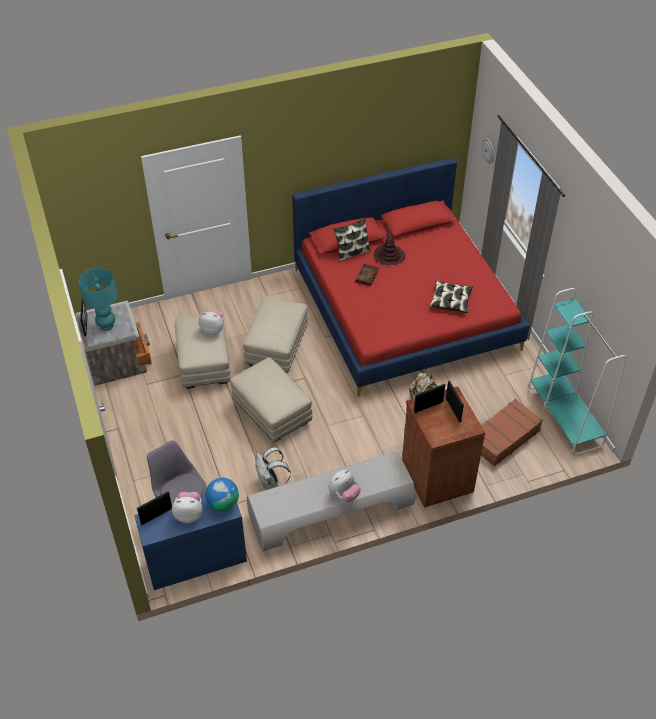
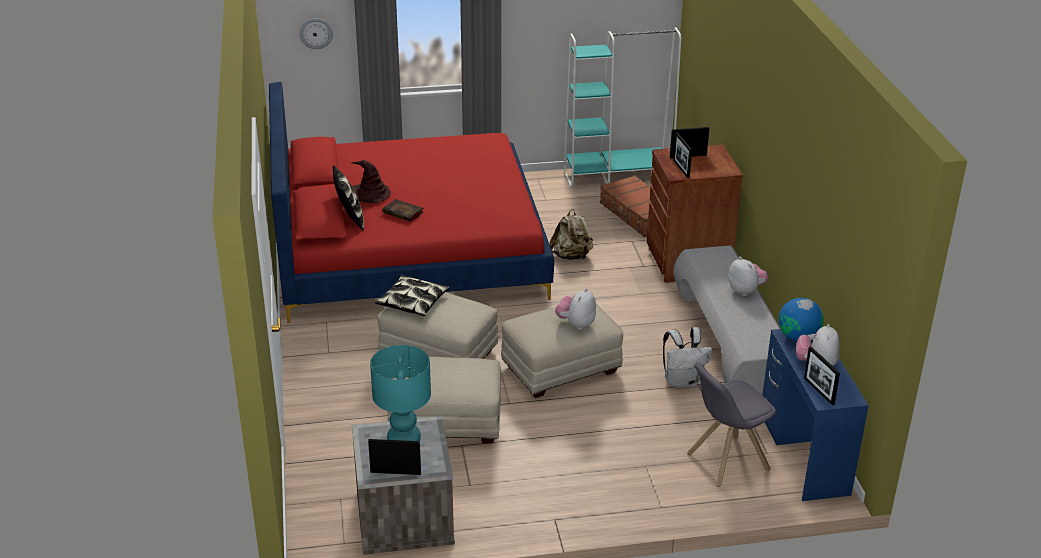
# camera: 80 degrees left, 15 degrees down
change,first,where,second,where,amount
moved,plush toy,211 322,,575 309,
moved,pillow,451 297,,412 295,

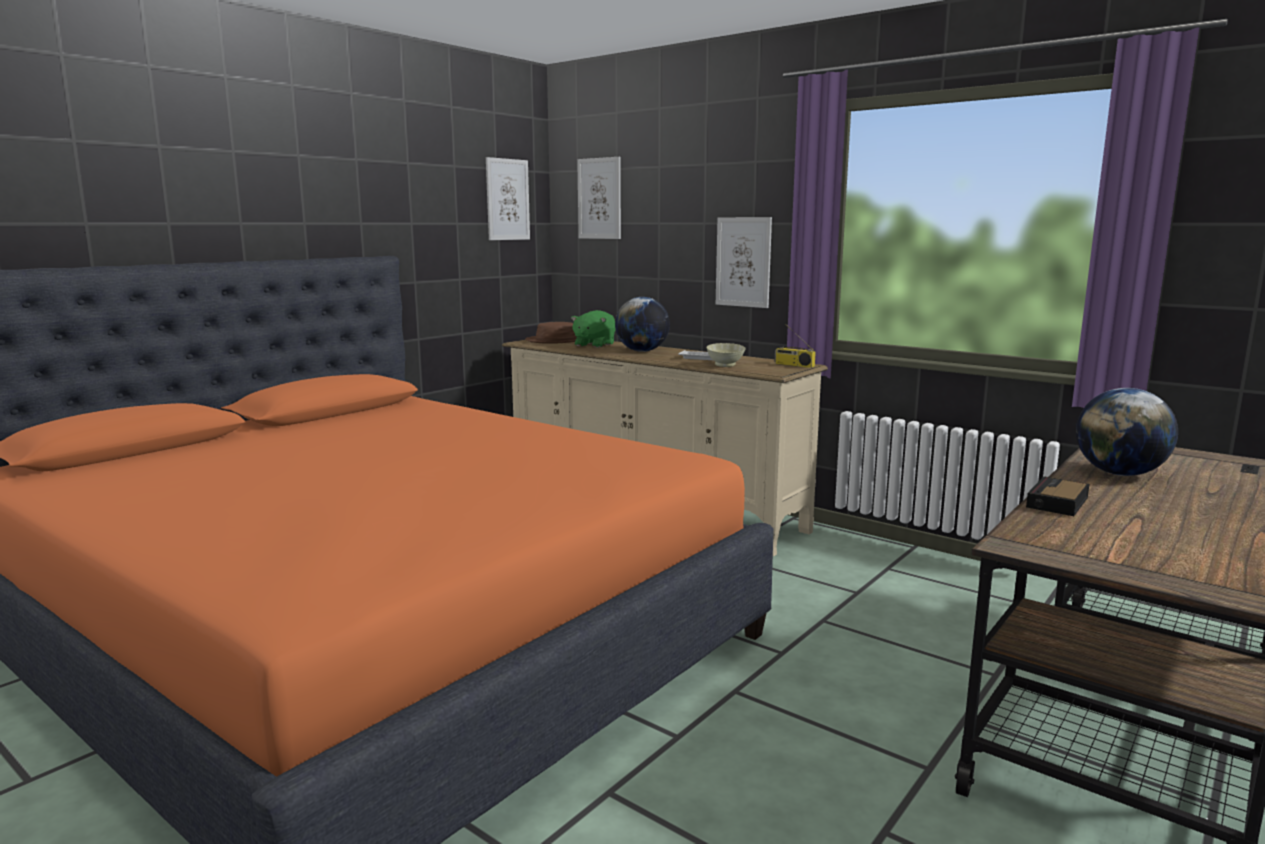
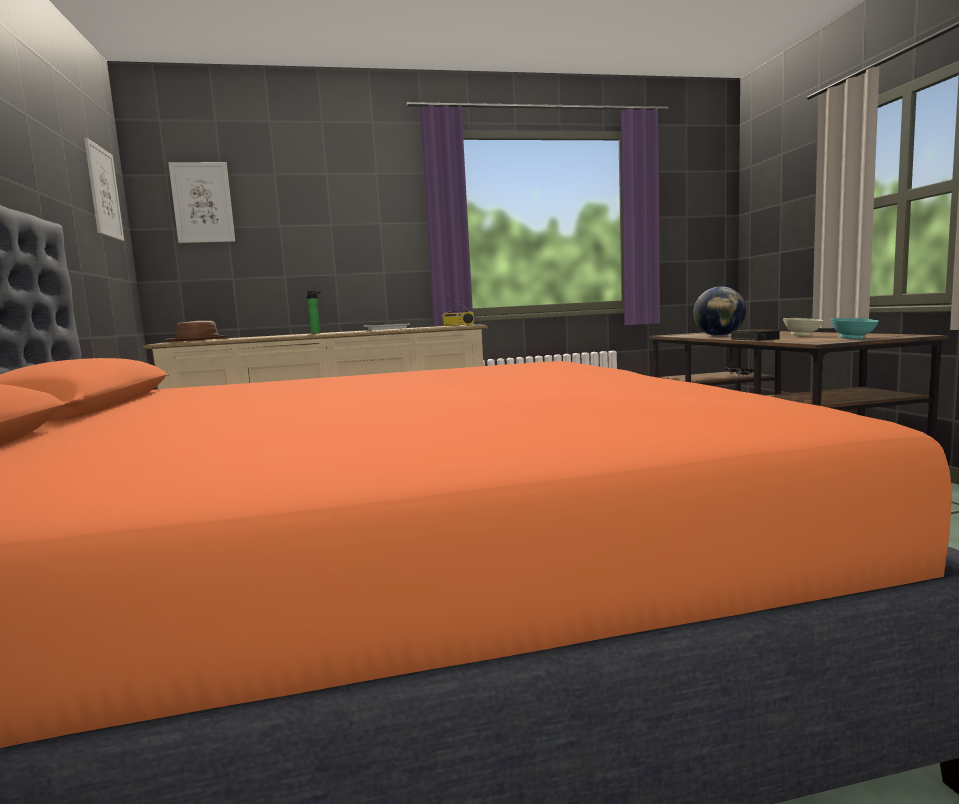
# camera: 50 degrees left, 5 degrees down
change,first,where,second,where,amount
removed,plush toy (green),593 329,,,
replaced,globe,642 324,bottle,313 312,
moved,bowl (beige),726 355,,803 327,
removed,picture,744 262,,,
added,,,bowl (turquoise),855 328,

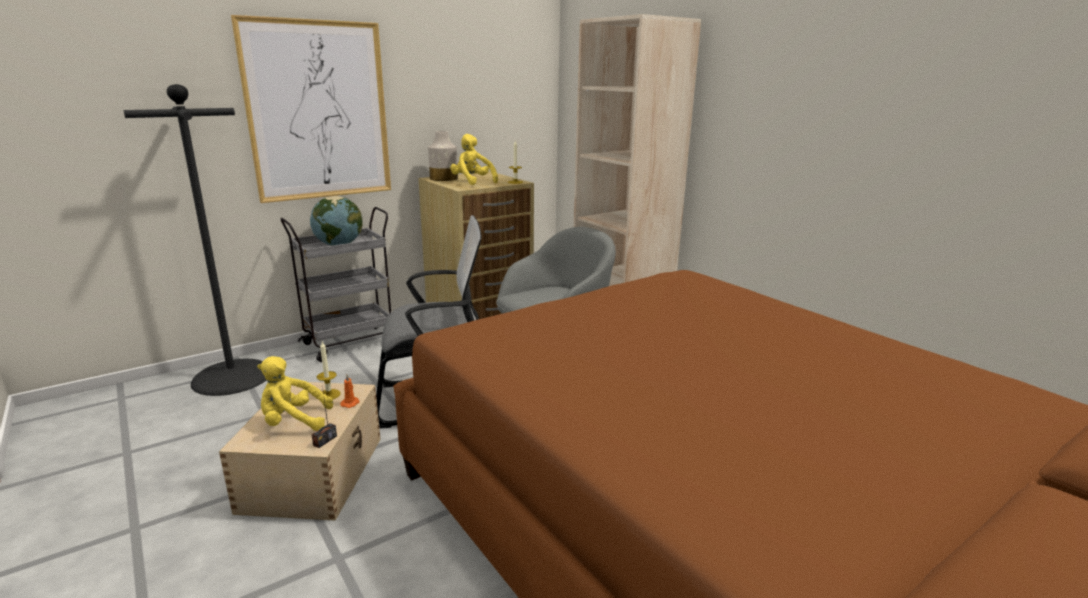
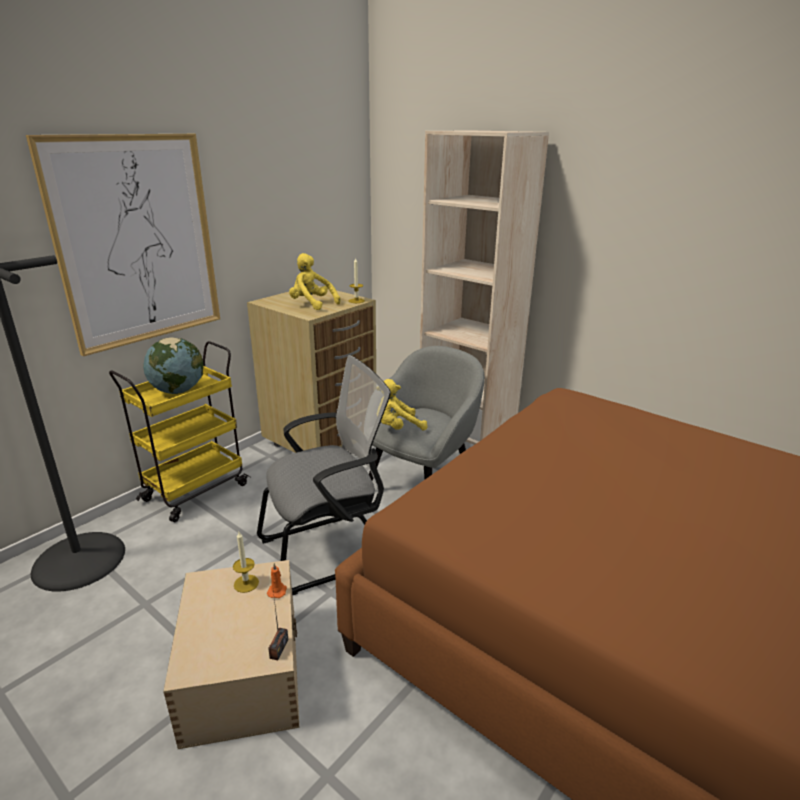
# camera: 15 degrees left, 5 degrees up
change,first,where,second,where,amount
moved,plush toy (yellow),295 393,,404 405,
recoloured,cart (grey),336 284,cart (yellow),179 431,
removed,vase (beige),443 156,,,

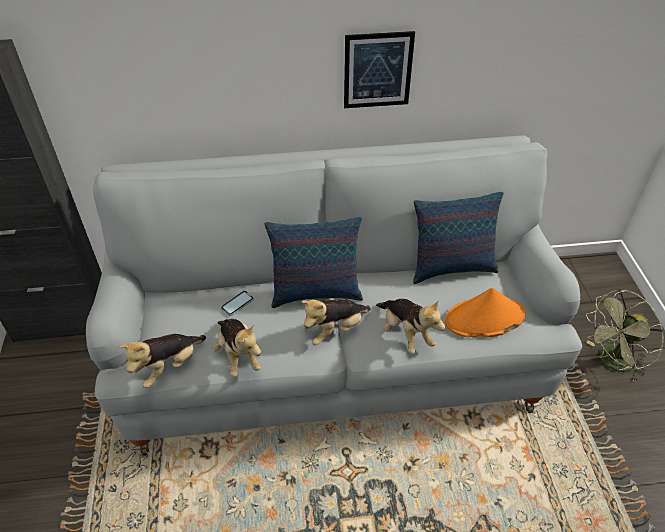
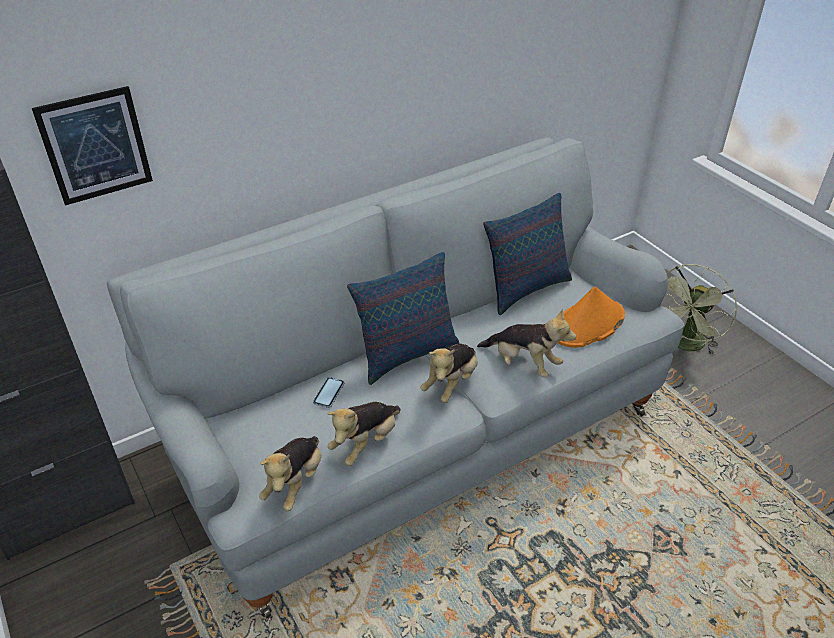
# camera: 25 degrees left, 5 degrees down
change,first,where,second,where,amount
turned,plush toy,237 348,,364 434,90 degrees clockwise
moved,picture,379 69,,92 145,

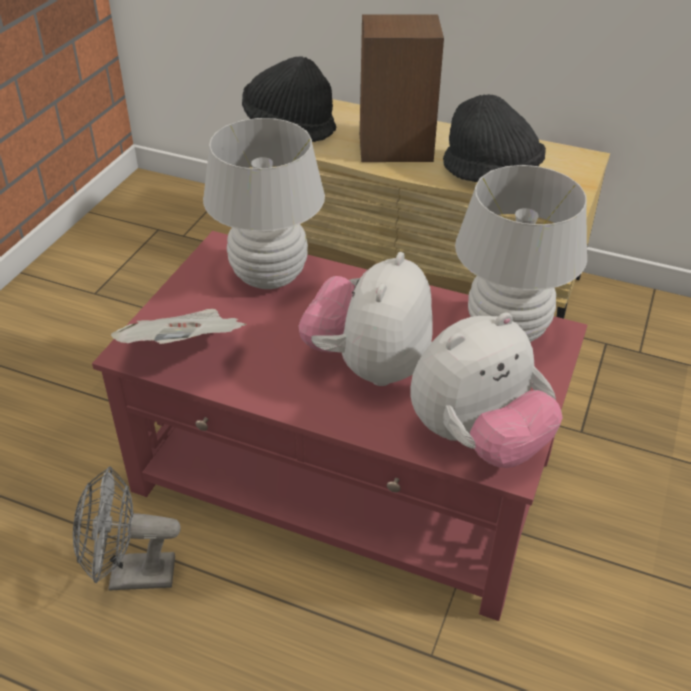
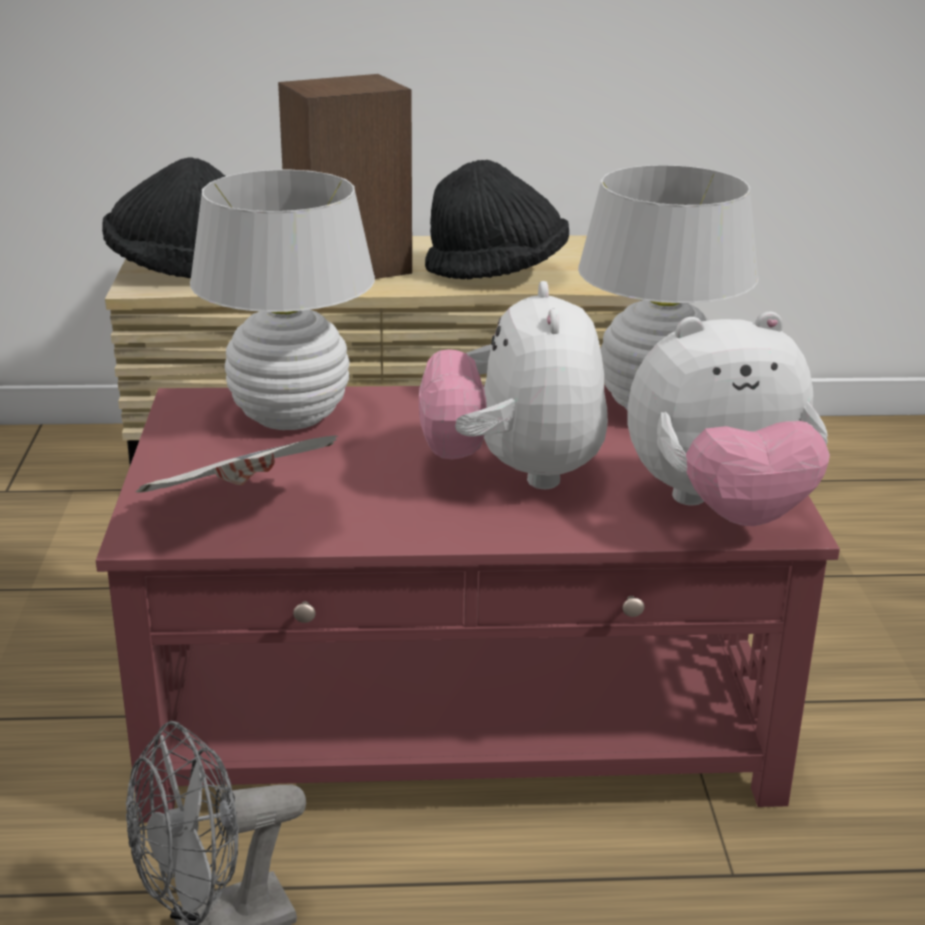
# camera: 25 degrees left, 15 degrees down
change,first,where,second,where,amount
turned,plush toy,486 390,,728 418,45 degrees clockwise

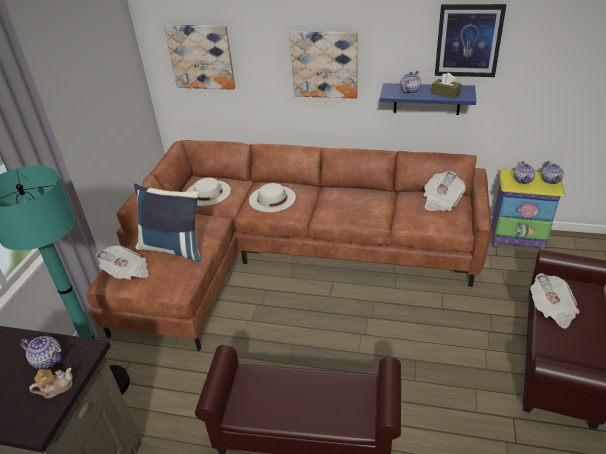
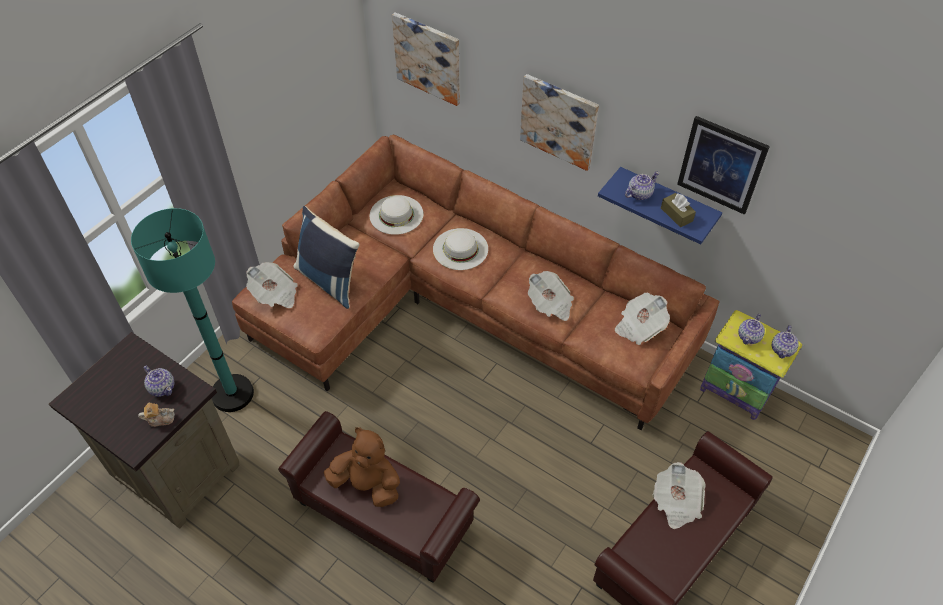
# camera: 20 degrees right, 15 degrees up
change,first,where,second,where,amount
added,,,plush toy (brown),361 467,
added,,,newspaper,551 296,

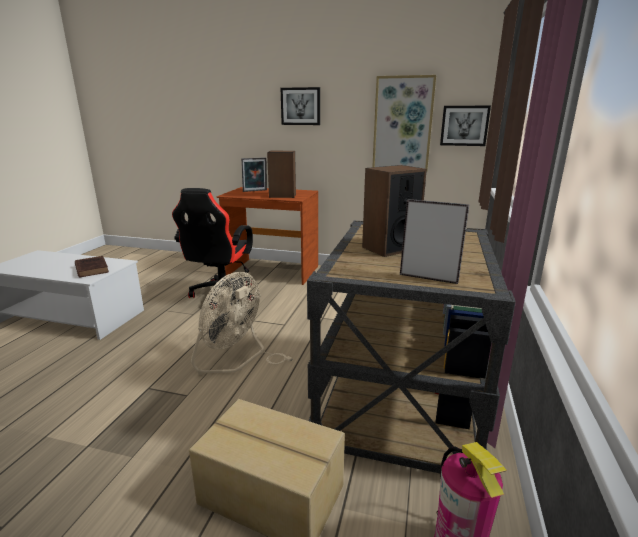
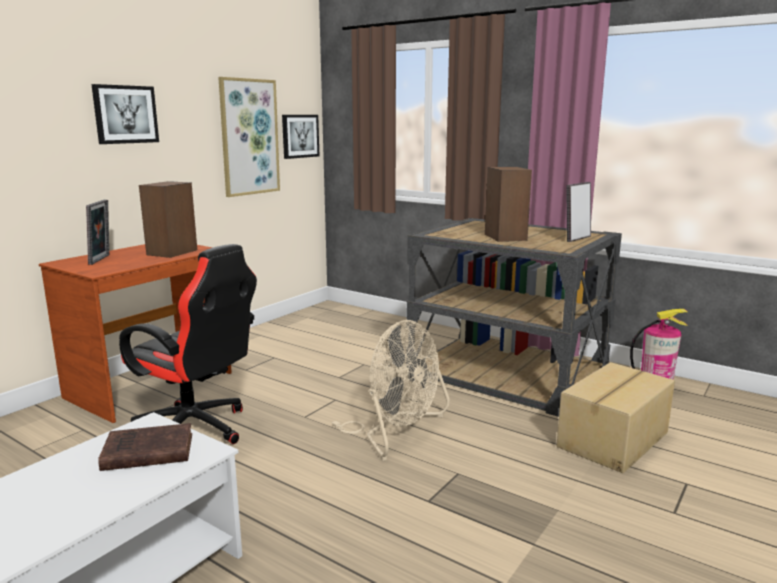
# camera: 70 degrees left, 5 degrees down
change,first,where,second,where,amount
turned,fan (beige),242 323,,391 390,105 degrees counterclockwise

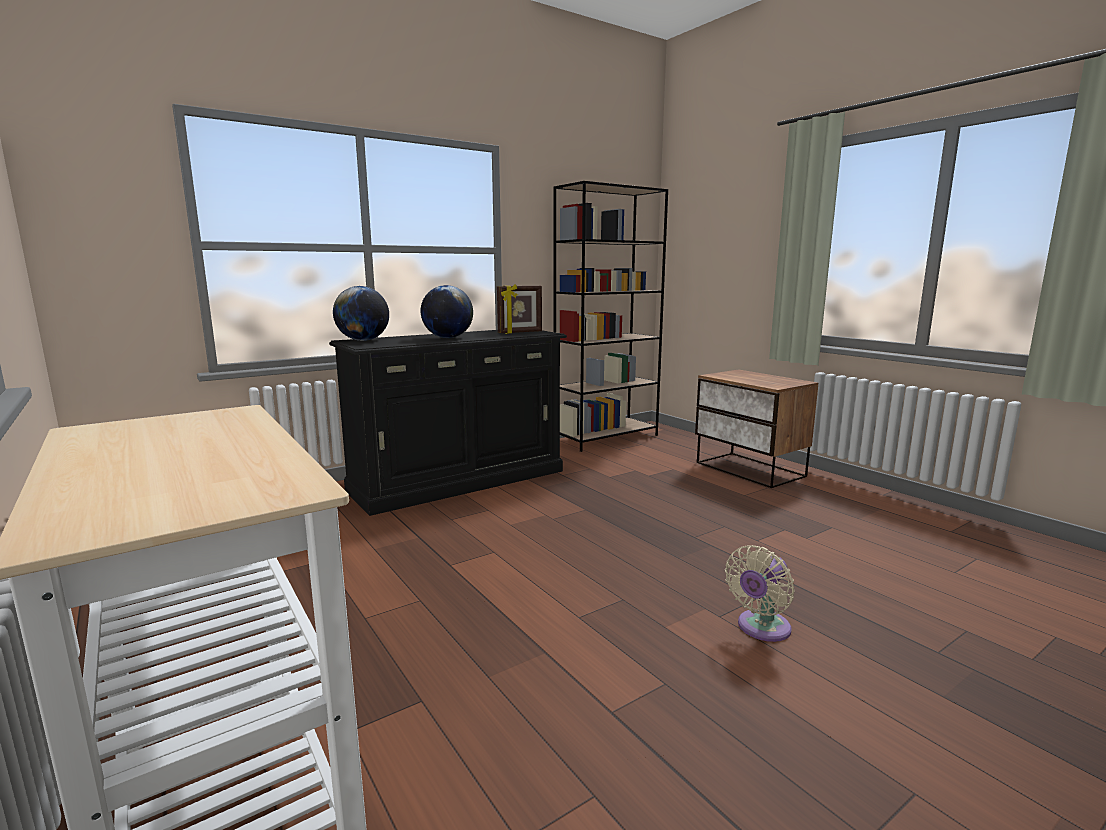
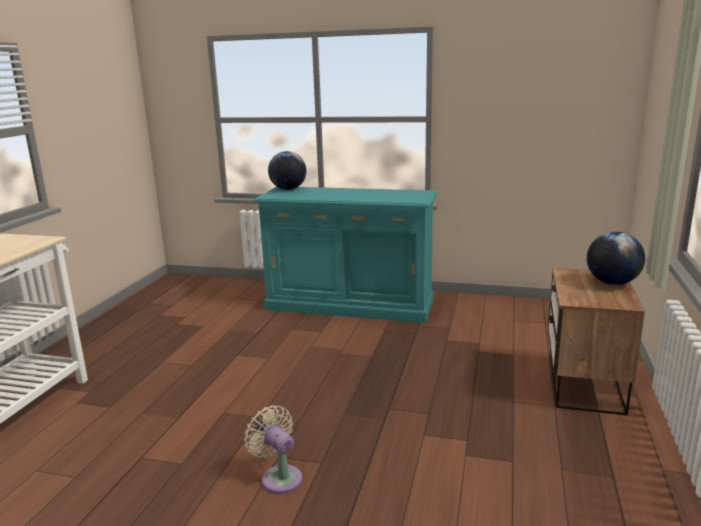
# camera: 50 degrees right, 5 degrees up
change,first,where,second,where,amount
recoloured,cabinet (black),448 423,cabinet (turquoise),345 255,
moved,globe,447 311,,616 258,
removed,picture frame,519 309,,,
removed,bookcase (beige),611 316,,,
turned,fan (beige),760 593,,273 449,45 degrees clockwise

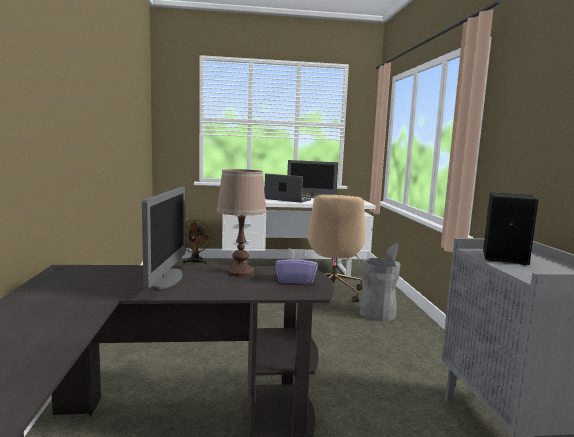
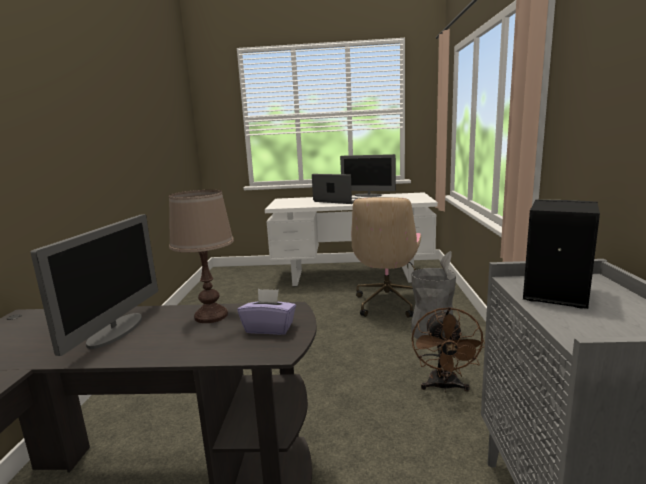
# camera: 10 degrees right, 5 degrees up
change,first,where,second,where,amount
moved,fan (brown),197 241,,448 349,

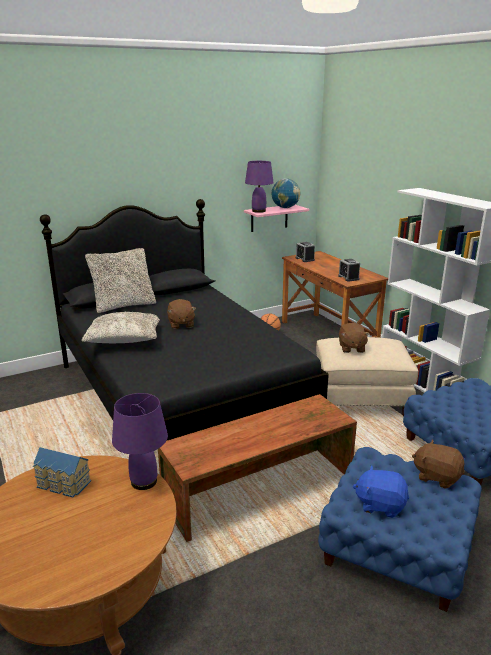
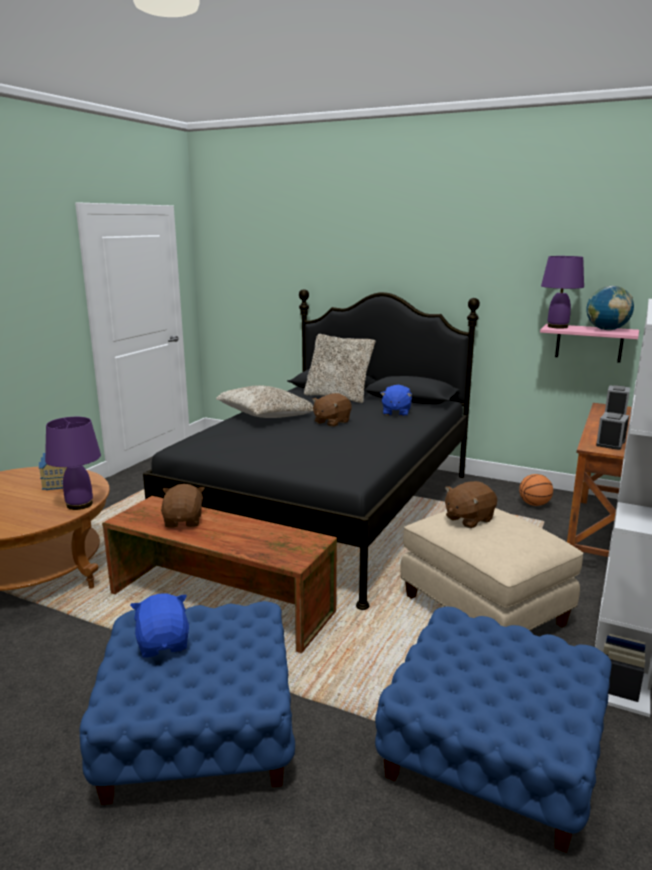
# camera: 55 degrees right, 5 degrees down
change,first,where,second,where,amount
moved,plush toy (brown),438 464,,183 506,
added,,,plush toy (blue),396 400,

